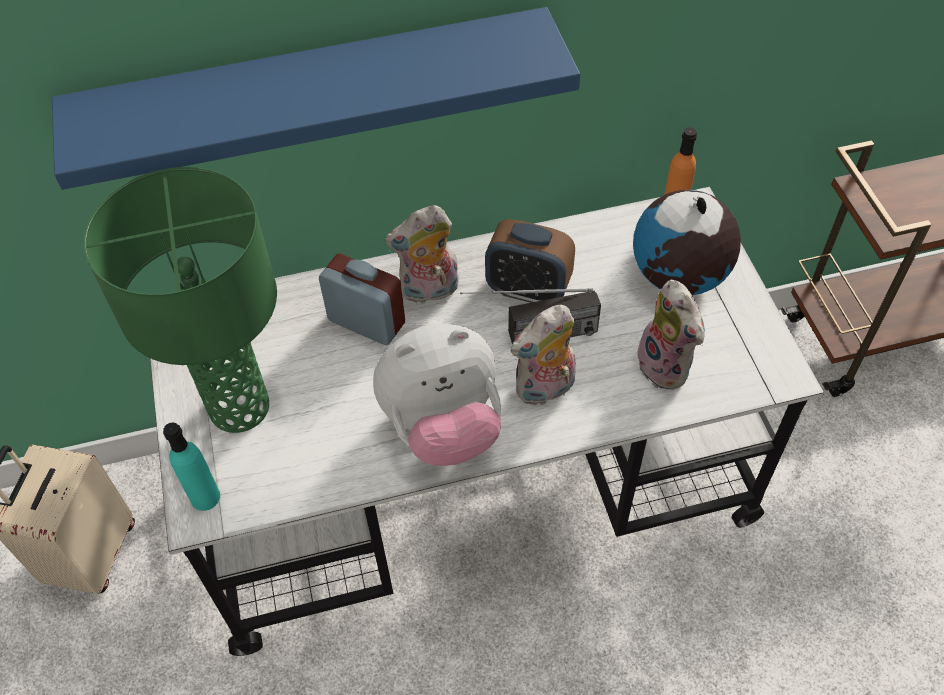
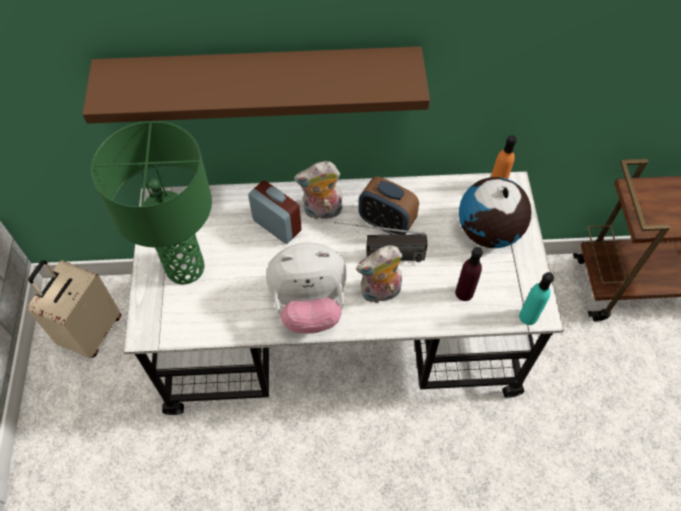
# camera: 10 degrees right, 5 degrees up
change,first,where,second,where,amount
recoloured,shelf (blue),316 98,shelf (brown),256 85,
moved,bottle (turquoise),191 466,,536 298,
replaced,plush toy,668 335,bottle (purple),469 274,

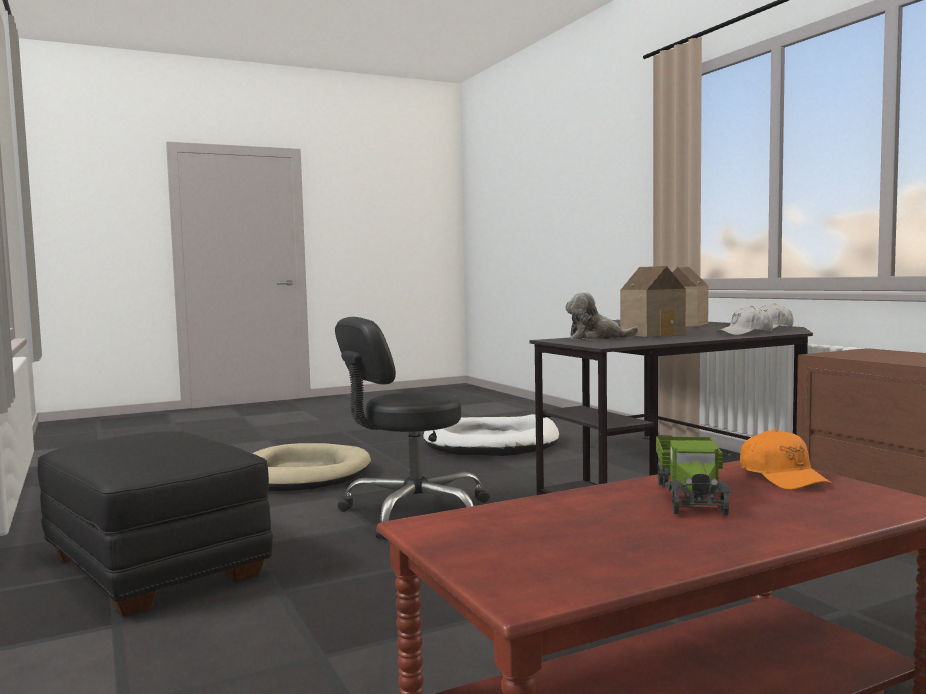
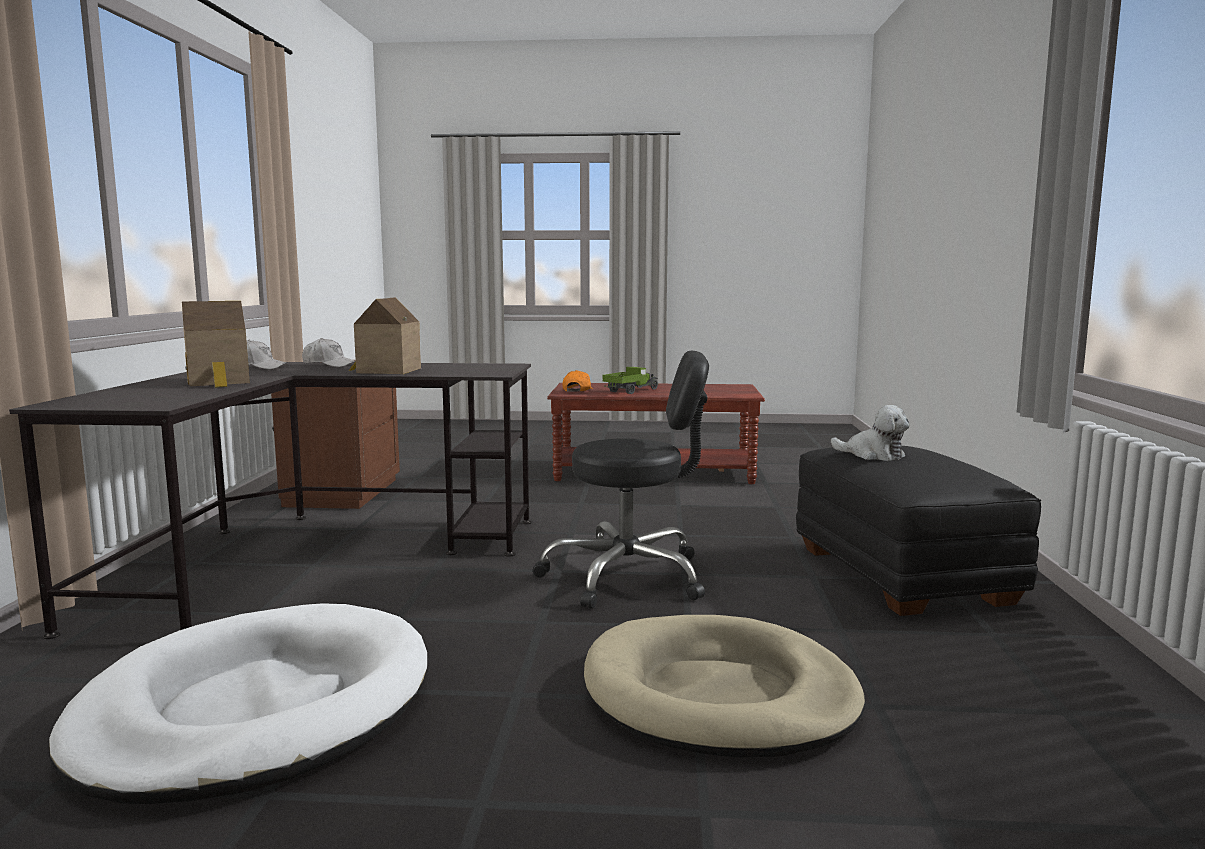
# camera: 150 degrees left, 5 degrees up
change,first,where,second,where,amount
moved,plush toy,602 316,,870 433,

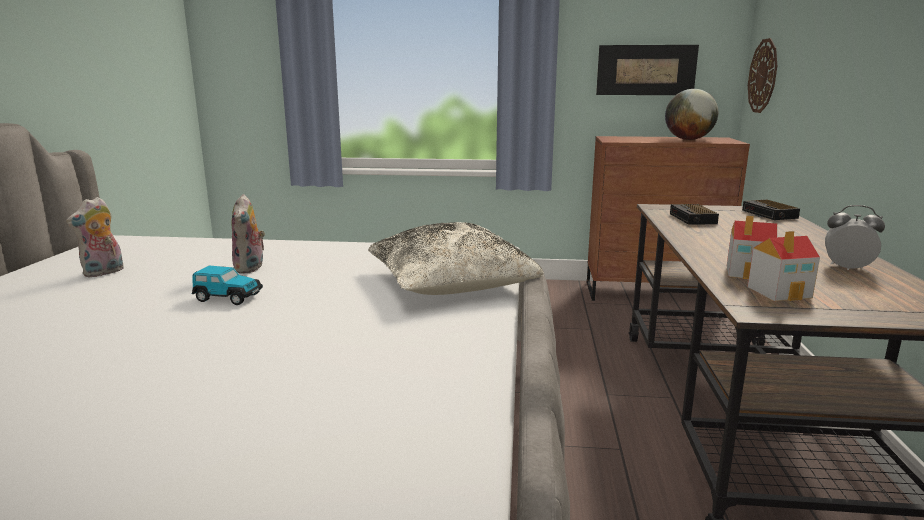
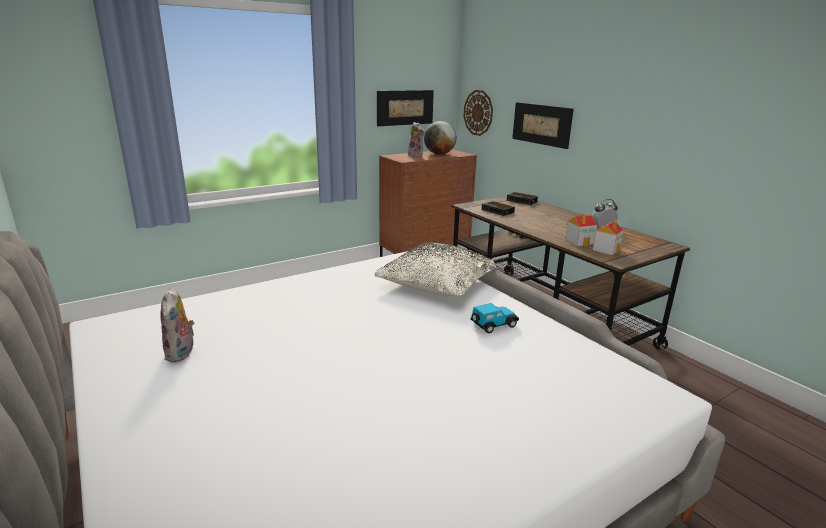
# camera: 40 degrees left, 5 degrees up
change,first,where,second,where,amount
moved,toy car,227 285,,495 318,
moved,plush toy,248 233,,416 139,
added,,,picture,543 125,

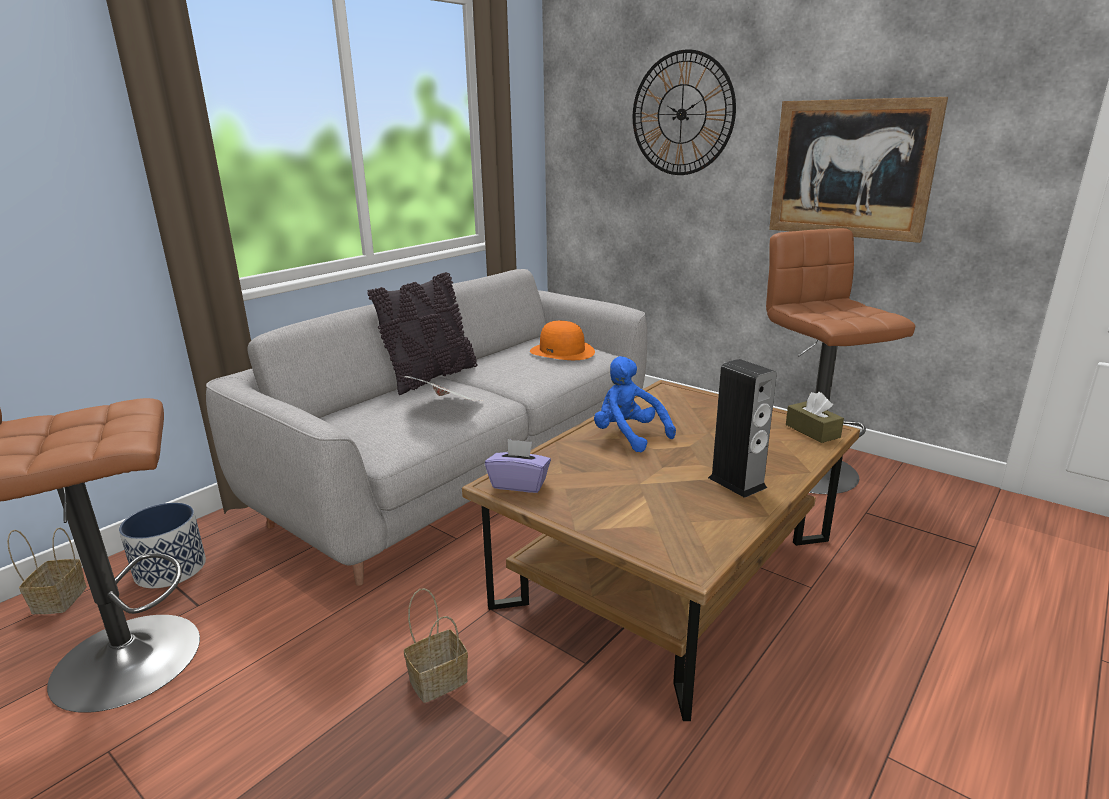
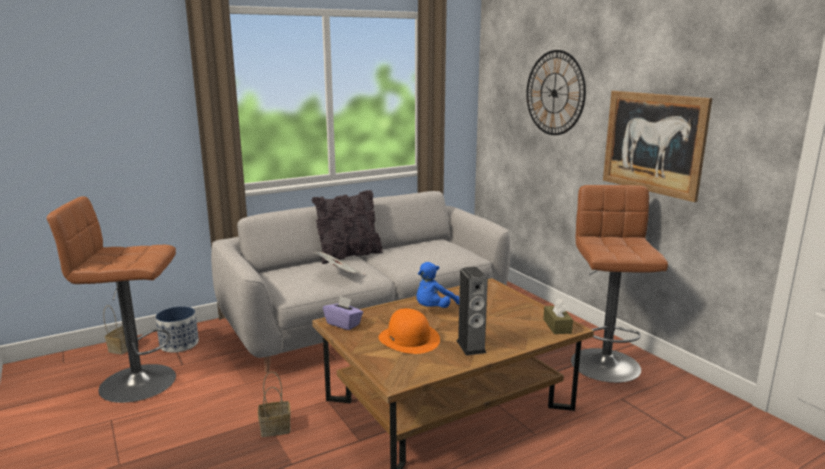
# camera: 20 degrees right, 5 degrees down
change,first,where,second,where,amount
moved,hat (orange),562 340,,409 331,
turned,plush toy (blue),635 404,,437 285,120 degrees counterclockwise

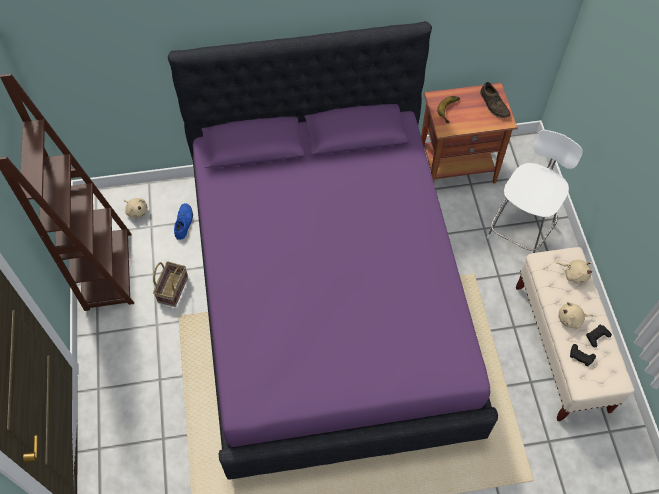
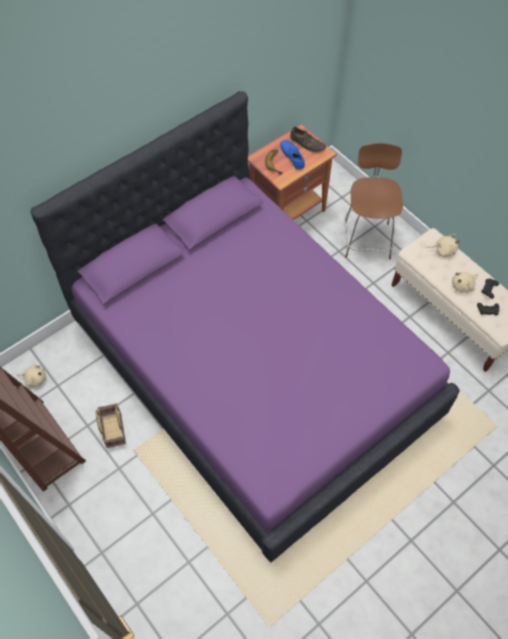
# camera: 30 degrees left, 0 degrees up
change,first,where,second,where,amount
moved,shoe (blue),183 221,,292 155,
recoloured,chair (white),535 191,chair (brown),373 201,

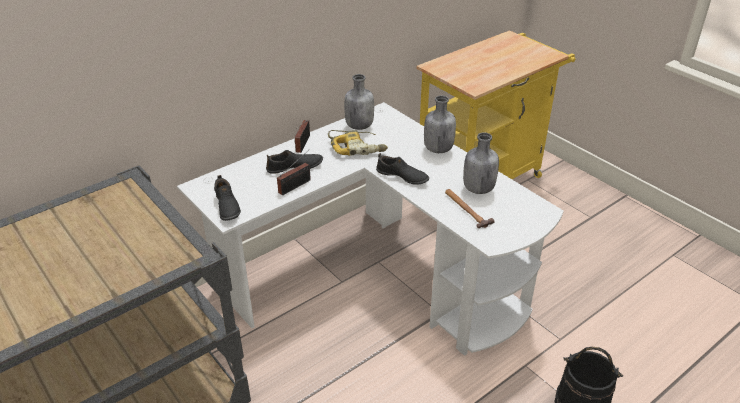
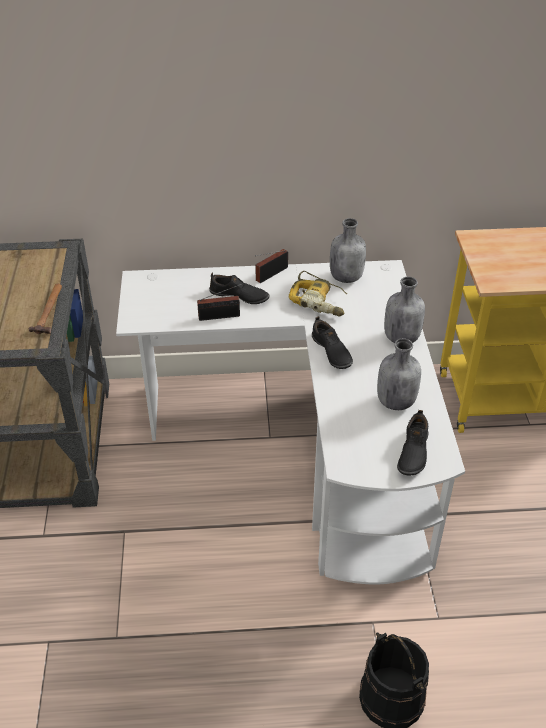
# camera: 35 degrees right, 5 degrees up
change,first,where,second,where,amount
moved,shoe (black),227 198,,412 443,
moved,hammer,469 208,,45 309,

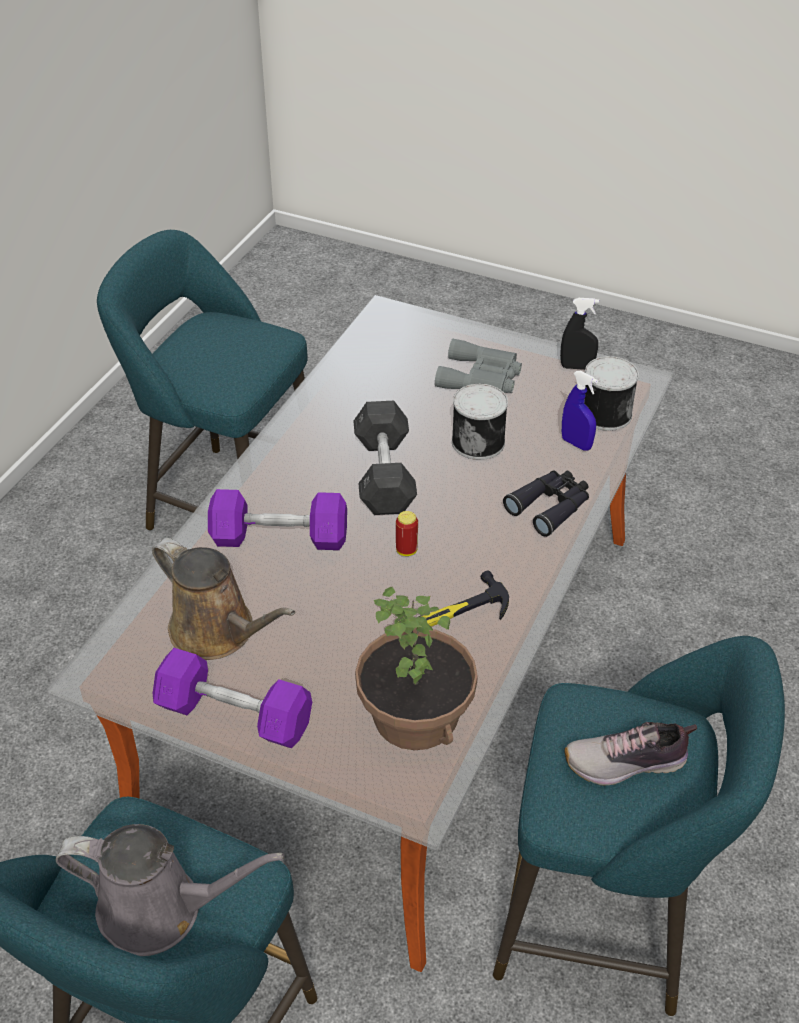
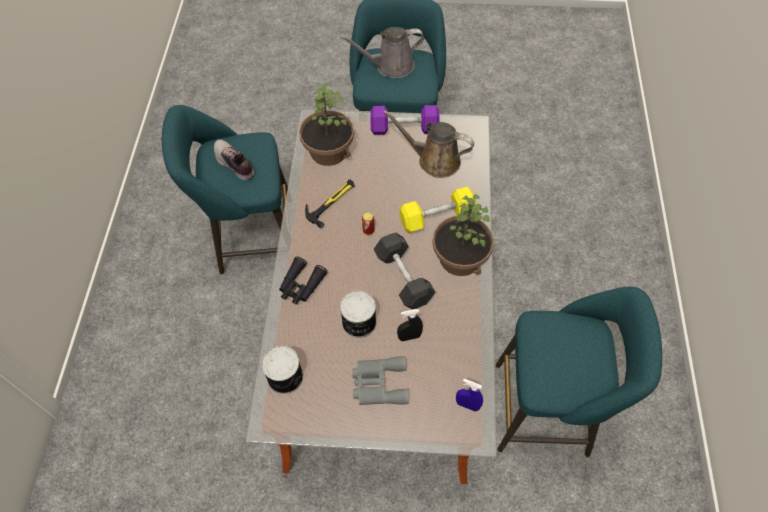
# camera: 160 degrees right, 15 degrees up
change,first,where,second,where,amount
recoloured,dumbbell (purple),277 519,dumbbell (yellow),437 209,
moved,spray bottle (black),579 334,,410 325,
moved,spray bottle (blue),580 411,,469 395,
turned,shoe,630 754,,234 160,105 degrees counterclockwise
added,,,potted plant,463 235,

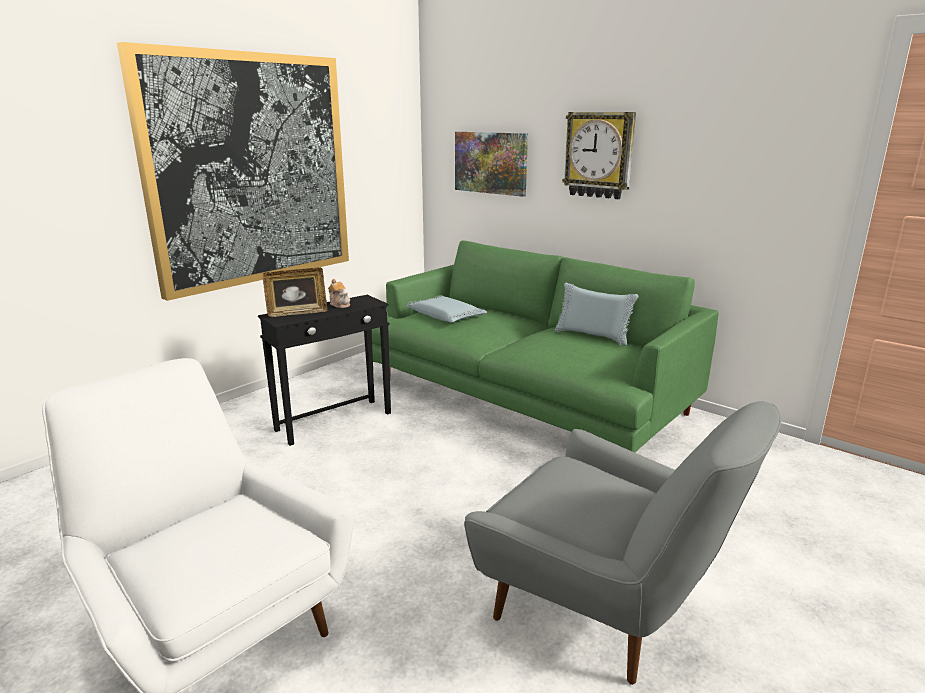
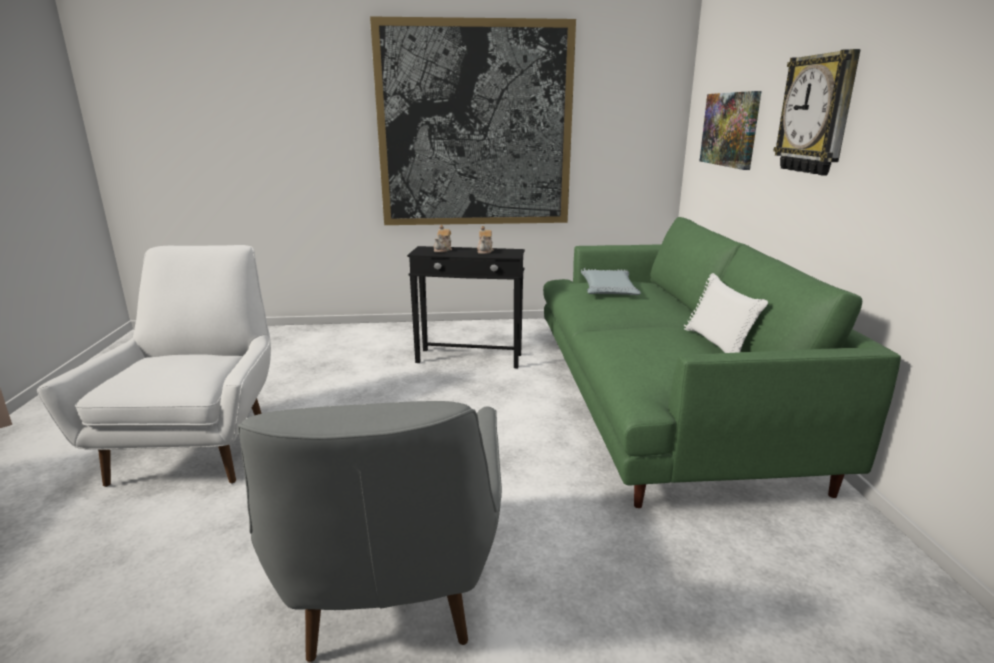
# camera: 45 degrees right, 0 degrees up
change,first,where,second,where,amount
replaced,picture frame,295 292,teapot,443 239,
recoloured,pillow (blue),596 314,pillow (white),726 313,

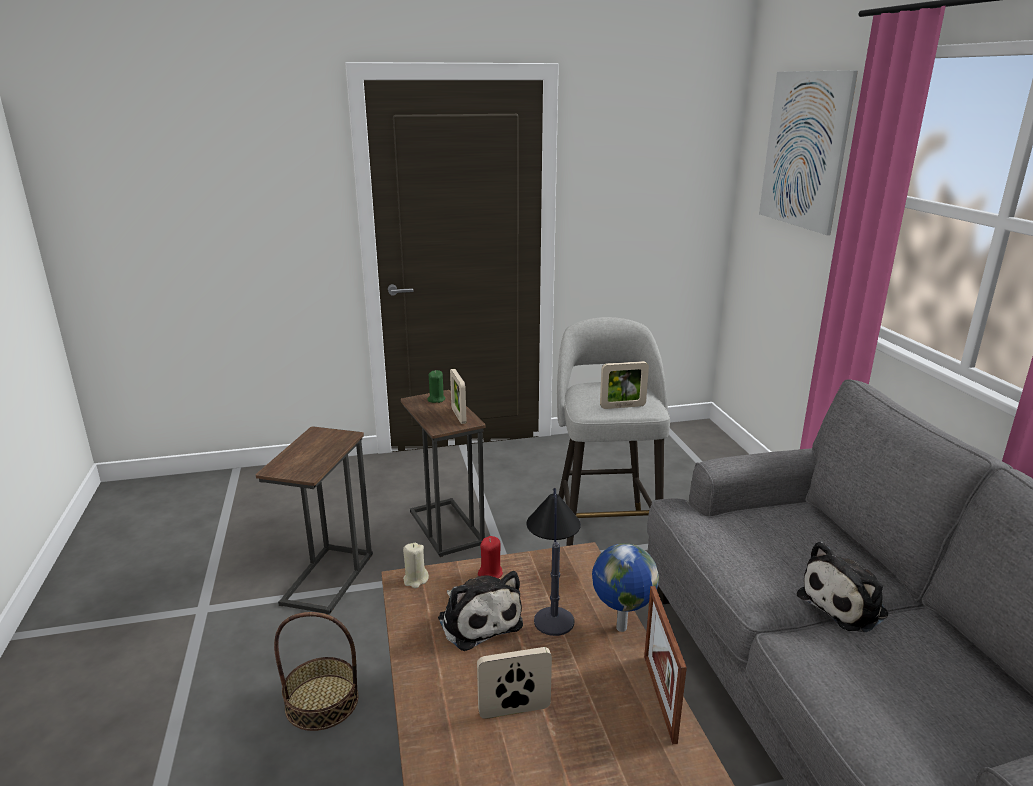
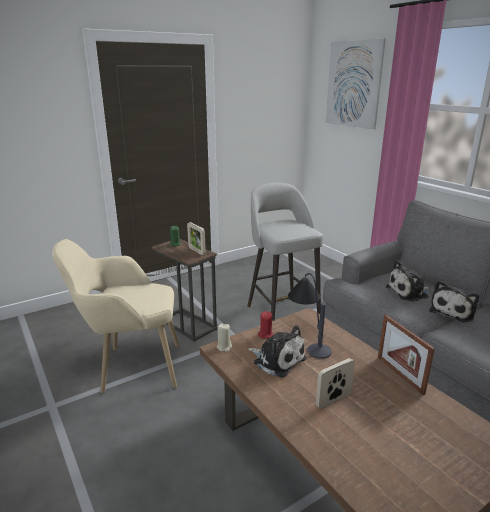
# camera: 20 degrees left, 0 degrees up
change,first,where,second,where,amount
replaced,side table (brown),314 520,armchair (beige),115 316,
removed,basket,316 671,,,
removed,globe,625 587,,,
removed,picture frame,624 385,,,
added,,,plush toy,408 281,

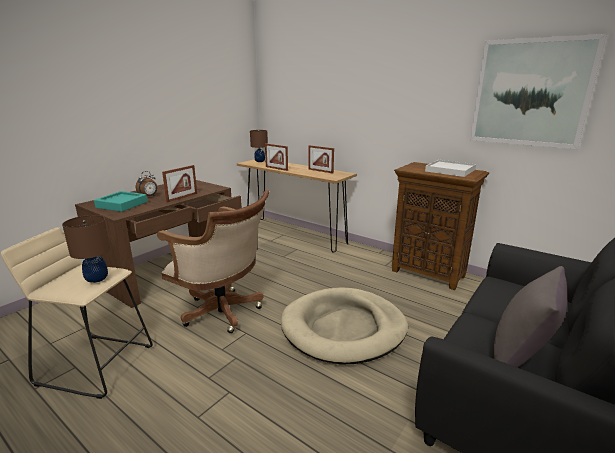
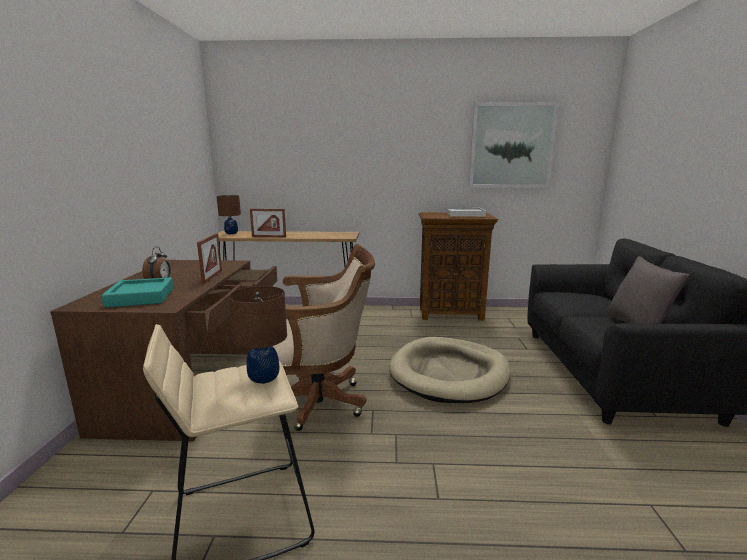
# camera: 35 degrees left, 5 degrees down
change,first,where,second,where,amount
removed,picture frame,321 159,,,

